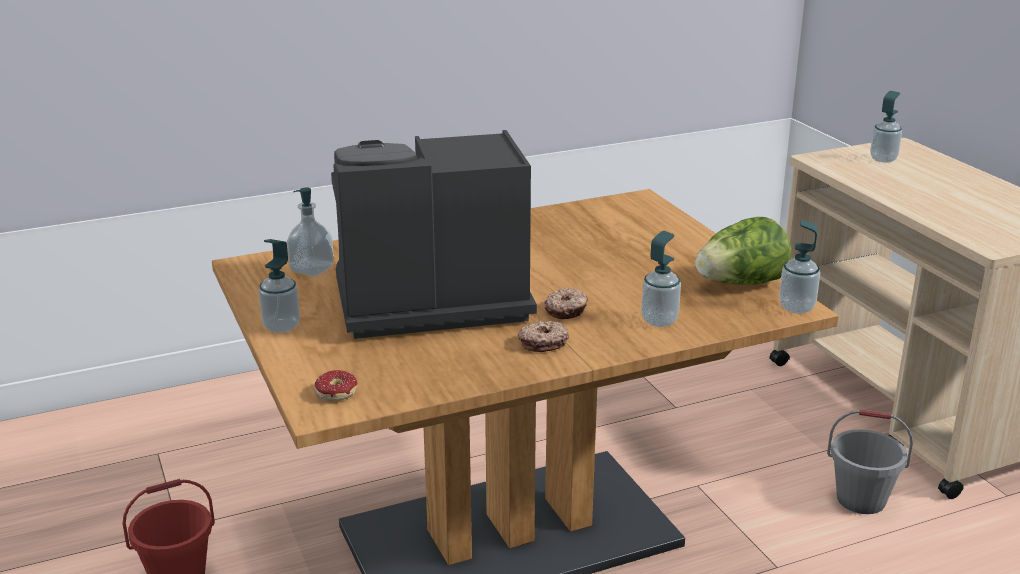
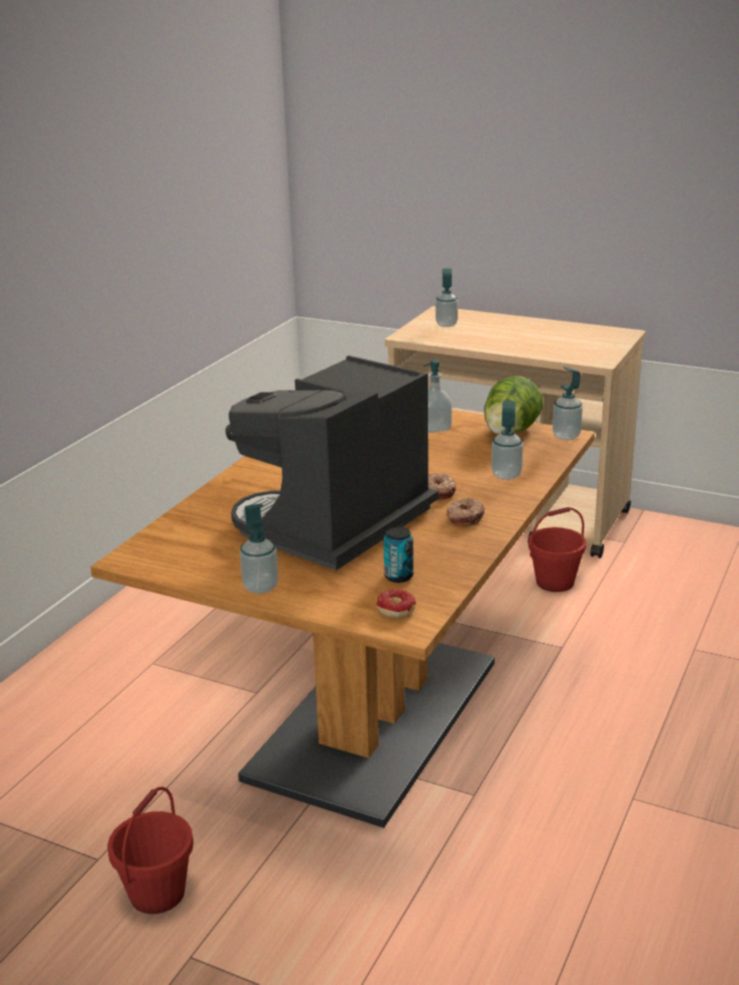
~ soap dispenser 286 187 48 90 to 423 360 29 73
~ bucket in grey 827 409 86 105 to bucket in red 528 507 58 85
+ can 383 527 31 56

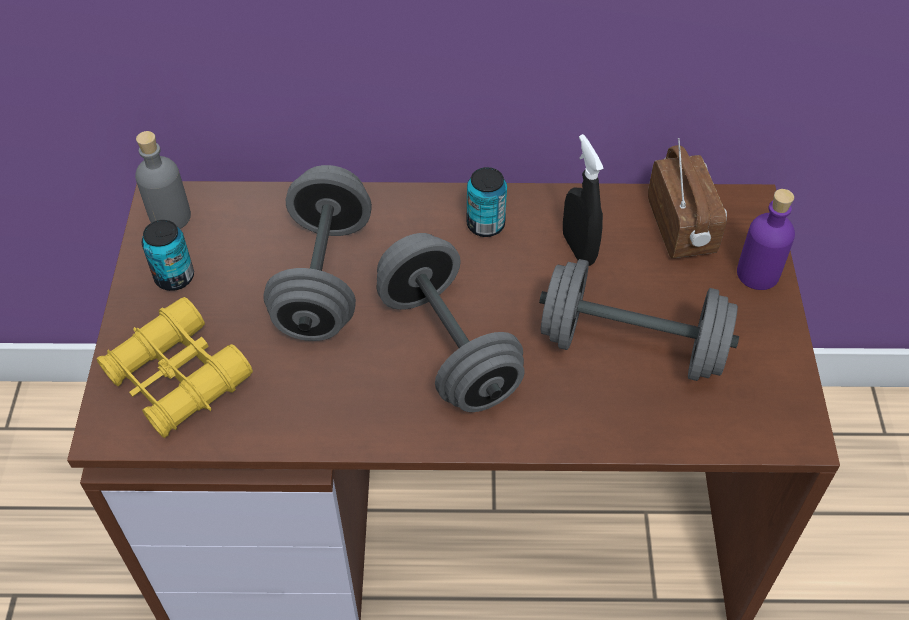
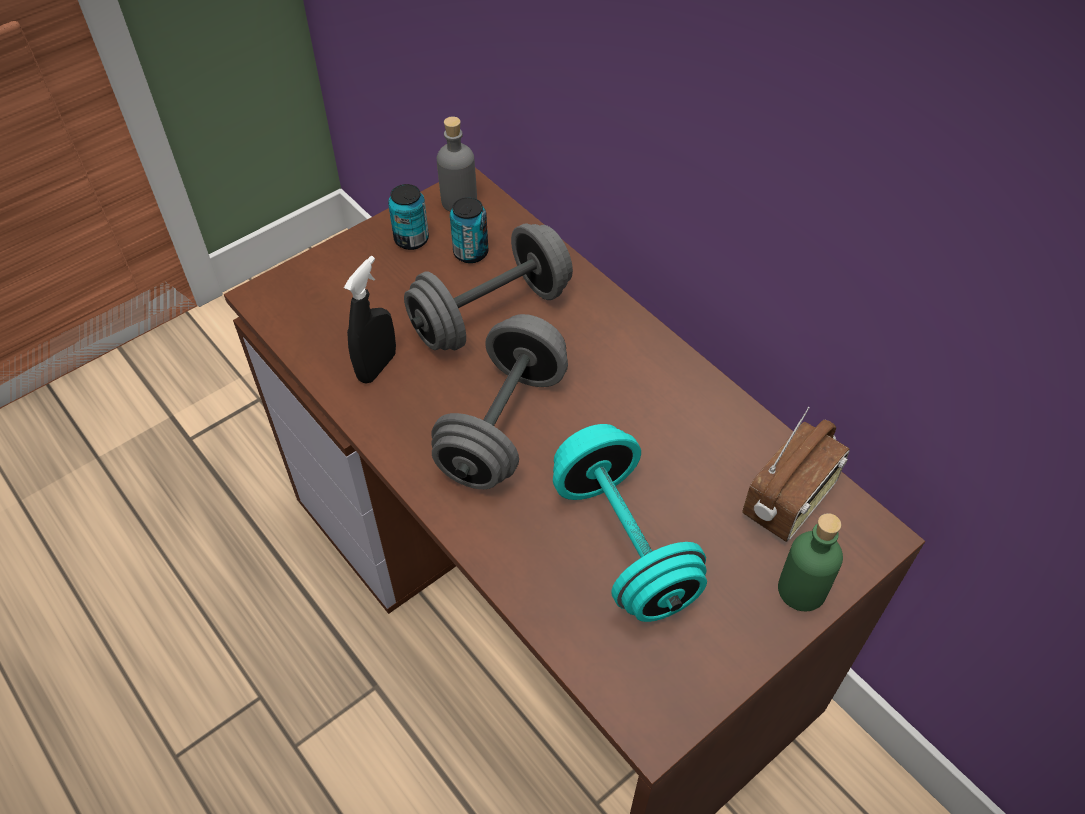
~ spray bottle in black 563 134 41 132 to 344 256 52 128
~ can 467 167 40 70 to 450 197 39 66
~ bottle in purple 737 189 58 101 to bottle in green 778 513 65 98
~ dumbbell in grey 539 259 200 122 to dumbbell in turquoise 553 424 154 198
- binoculars in yellow 97 297 156 141

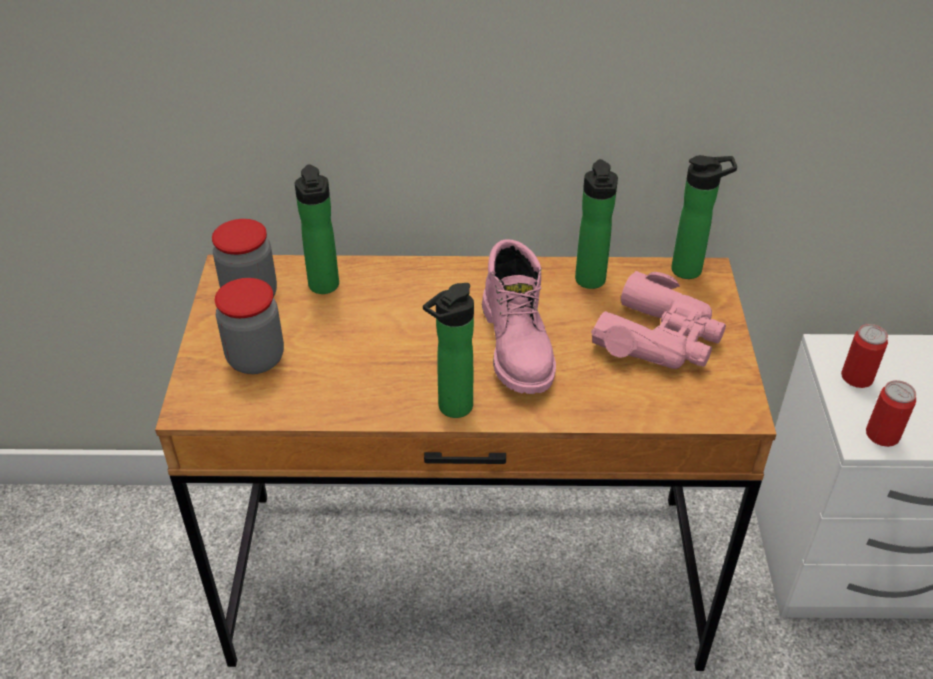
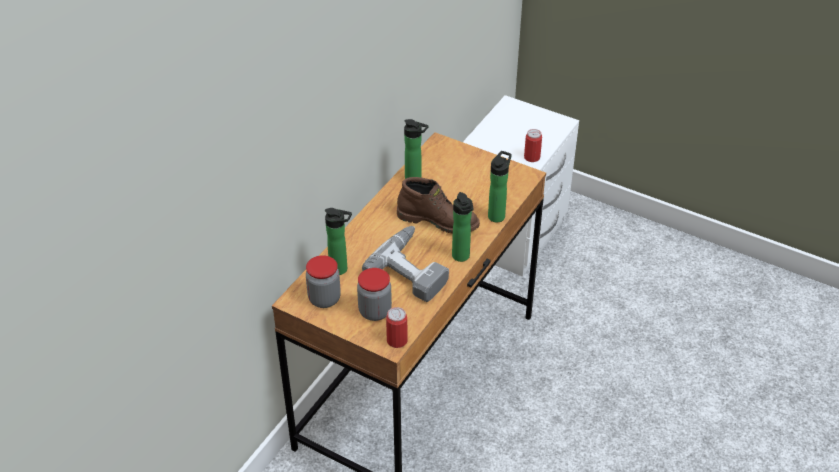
~ bottle 671 155 66 124 to 488 151 24 72
~ boot in pink 482 239 74 155 to boot in brown 397 177 83 57
- binoculars in pink 591 271 135 98
~ can 841 324 47 64 to 386 307 22 41
+ power drill 362 226 87 76

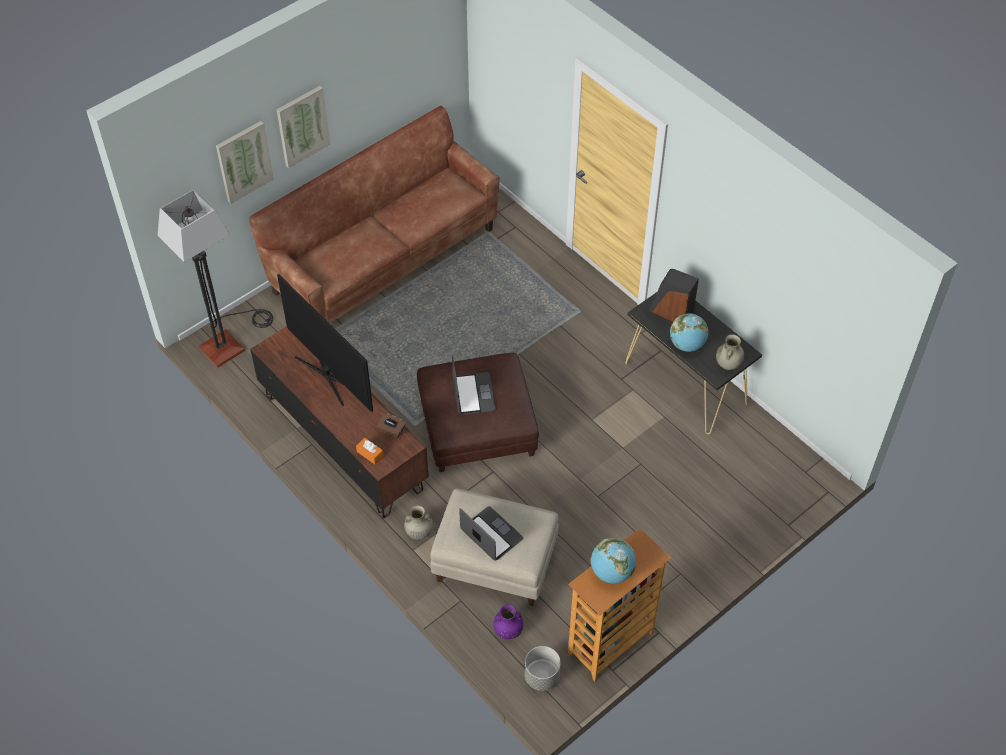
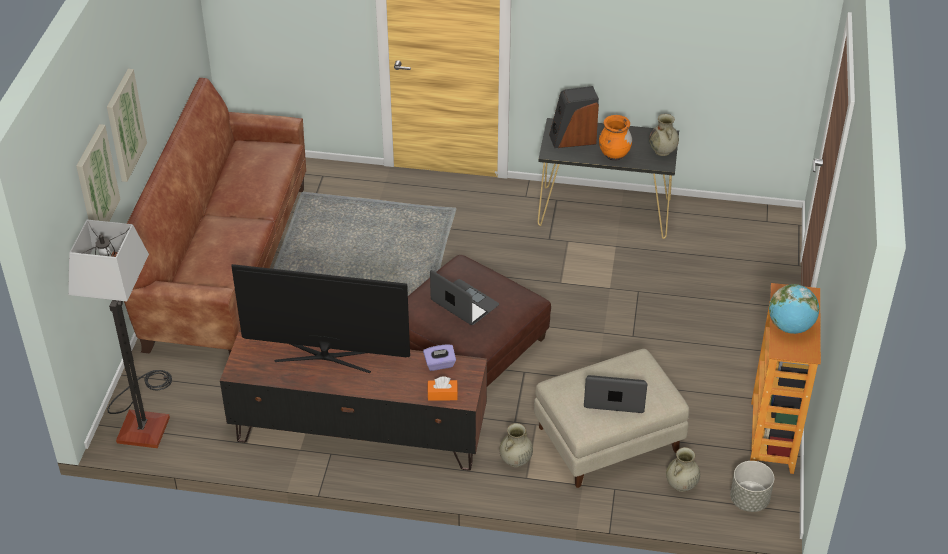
~ globe 670 313 38 39 to vase in orange 599 115 33 46
~ tissue box in brown 377 413 29 25 to tissue box in purple 423 344 33 27
~ vase in purple 493 604 30 35 to vase in beige 666 447 34 45

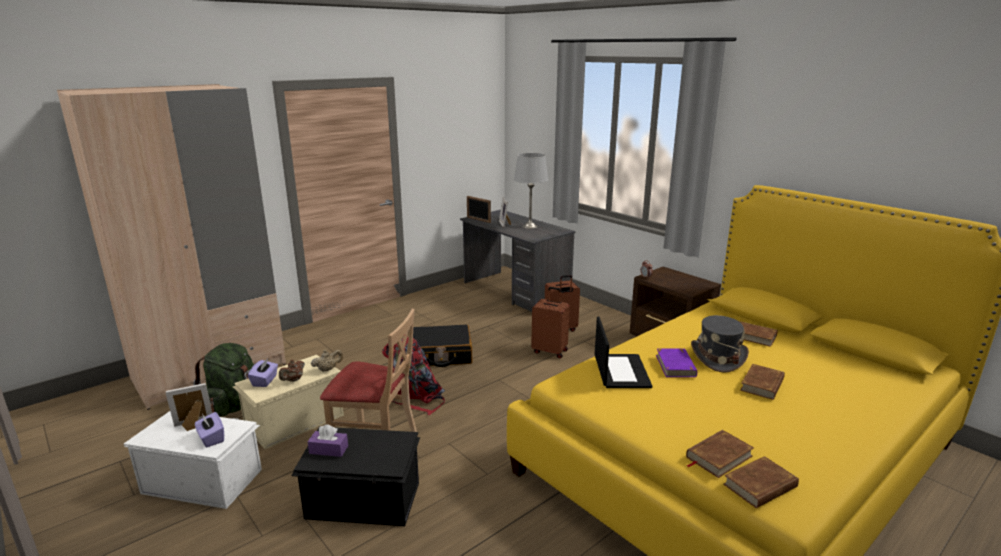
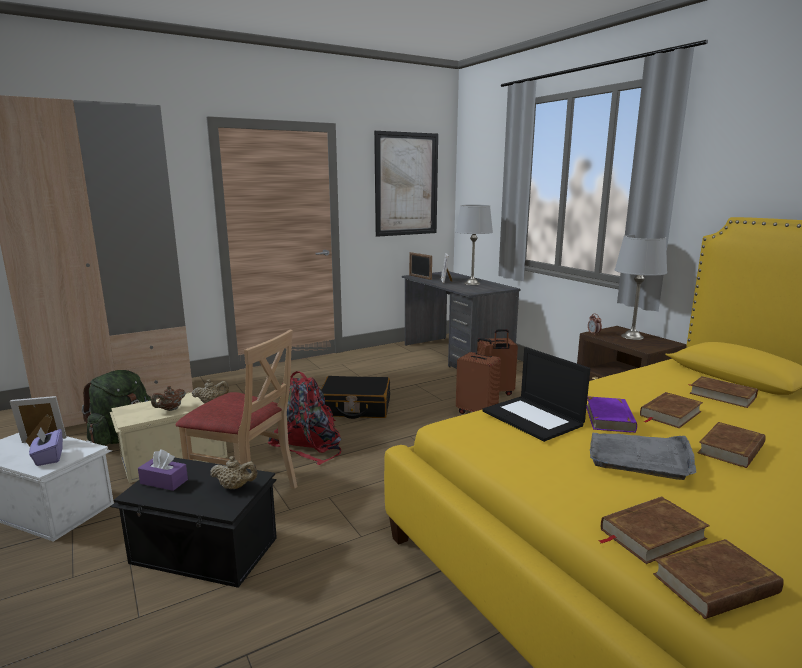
~ hat in grey 691 315 58 57 to book in brown 640 392 63 36
~ laptop 595 317 57 71 = 482 347 108 95 135 degrees clockwise
- tissue box in purple 248 359 30 28
+ picture 374 131 64 106
+ table lamp in grey 615 235 52 105
+ tray in grey 590 433 106 47
+ teapot in beige 210 456 48 33

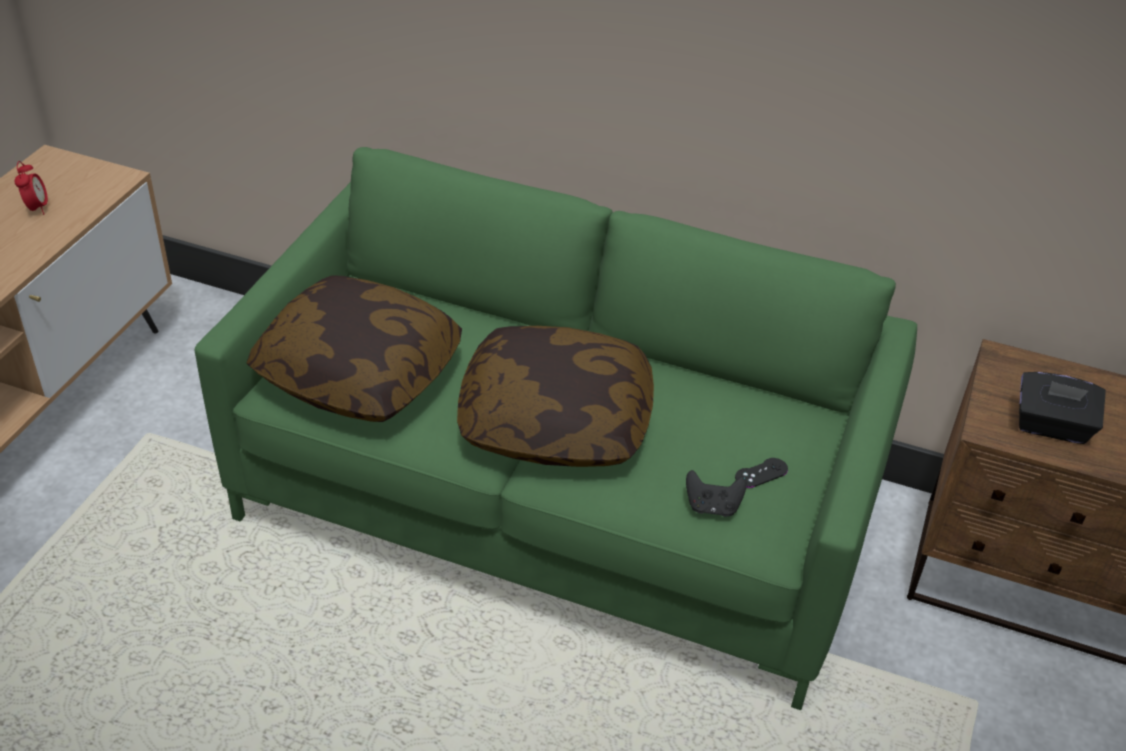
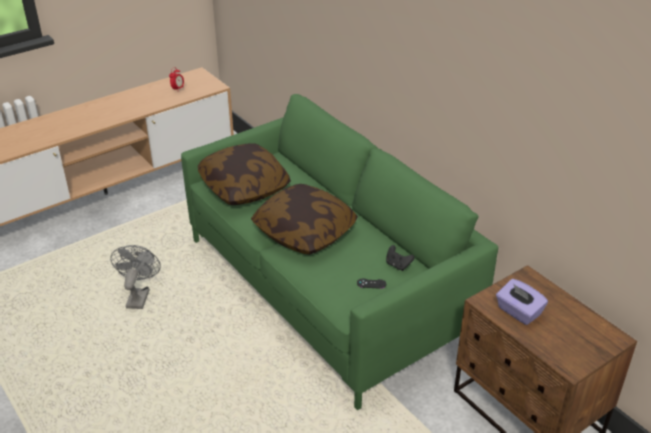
~ tissue box in black 1019 372 87 72 to tissue box in purple 496 279 52 46
~ game controller in black 686 470 61 47 to 386 245 29 26
+ fan in grey 110 245 51 64

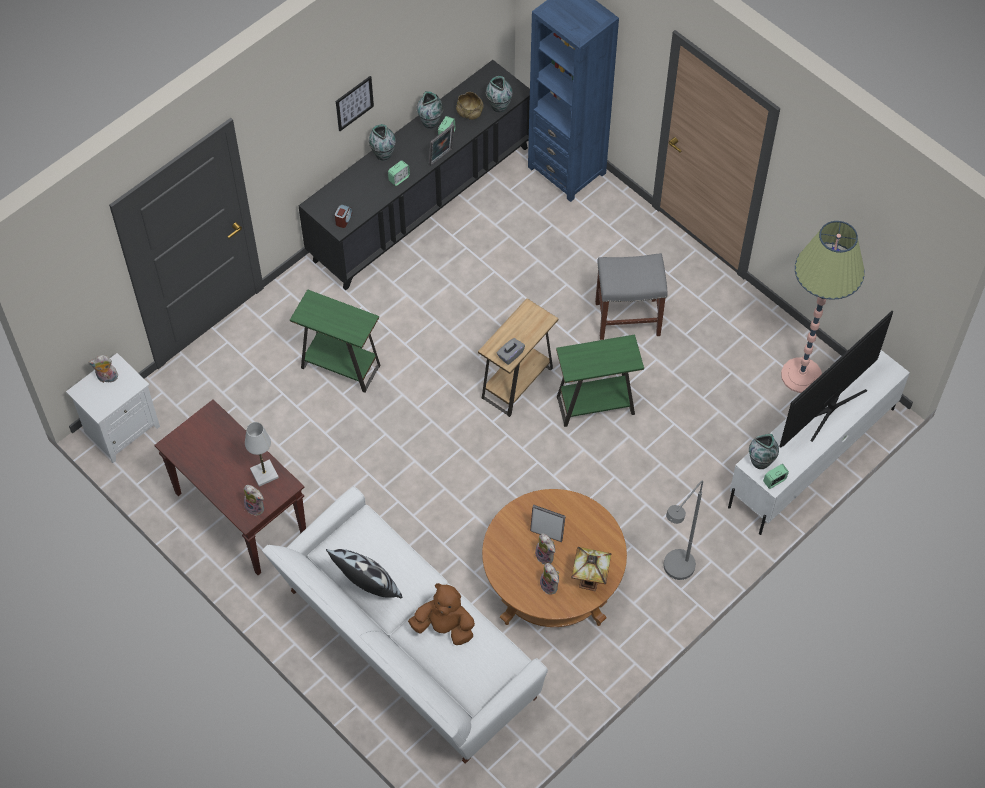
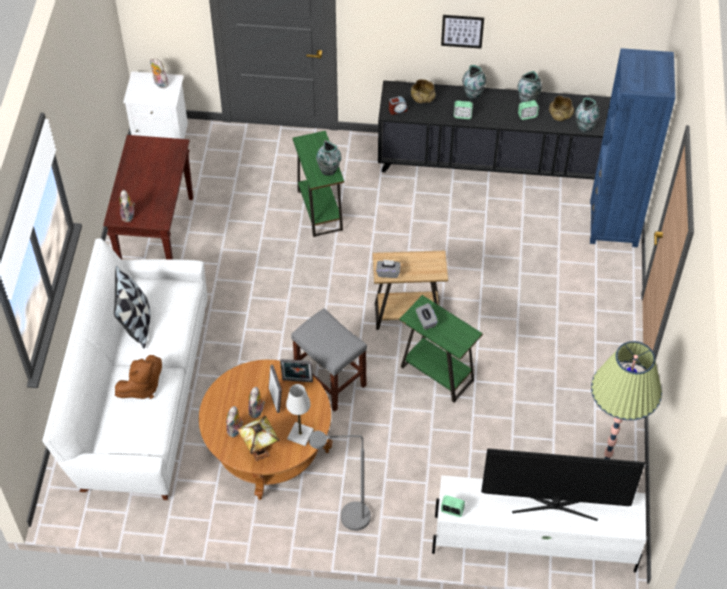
~ picture frame 429 124 25 42 to 280 359 33 23
~ stool in grey 595 253 73 87 to 291 308 76 104
~ table lamp in white 245 422 34 65 to 286 384 28 62
~ vase 749 434 30 35 to 316 140 25 36
~ plush toy in brown 408 583 67 62 = 115 355 47 44 75 degrees clockwise
+ bowl in beige 411 79 25 24
+ tissue box in grey 415 303 23 27

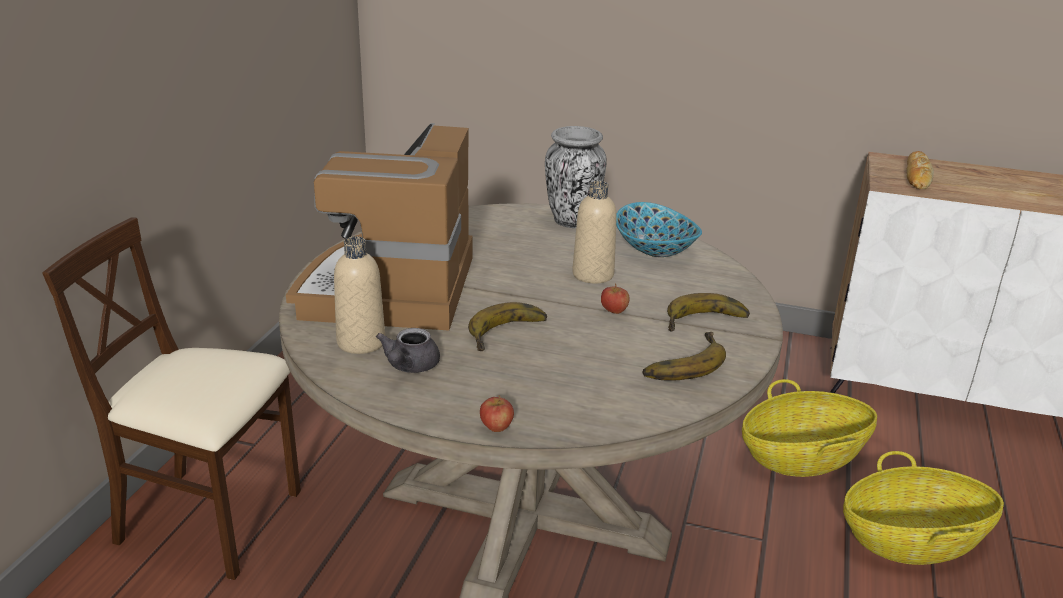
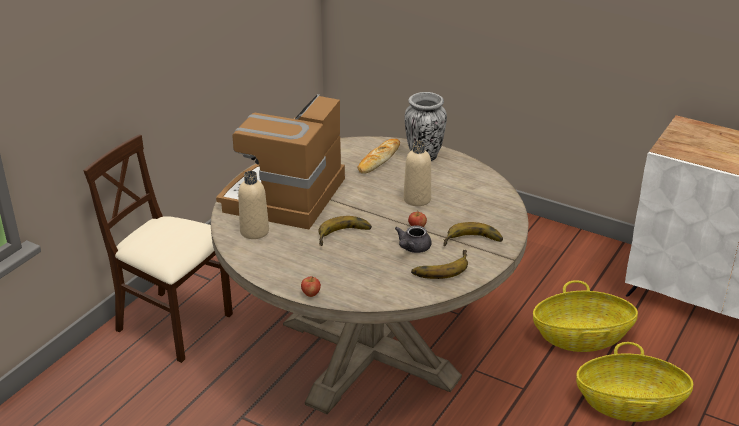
~ bread 906 151 28 38 to 358 139 42 34
- bowl 616 202 86 55
~ teapot in grey 376 328 64 45 to 395 225 36 28

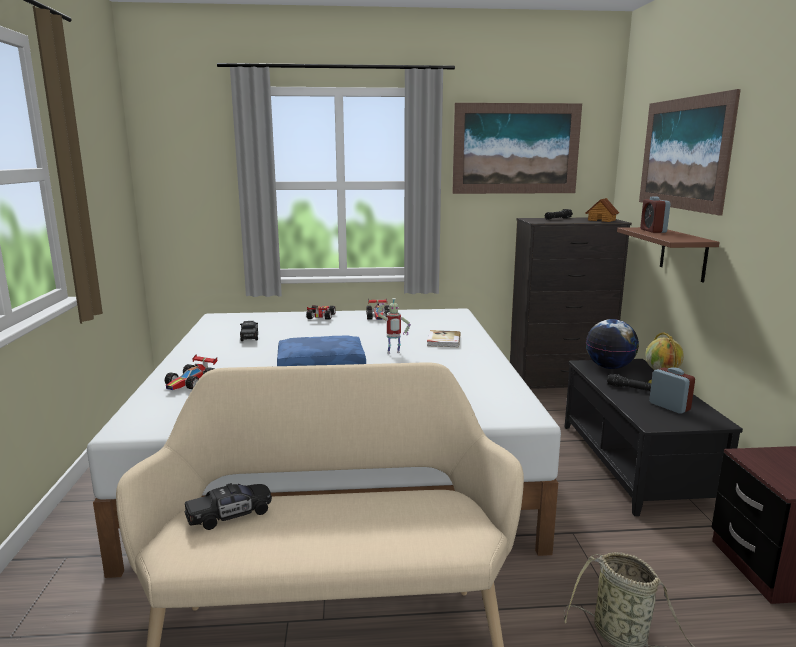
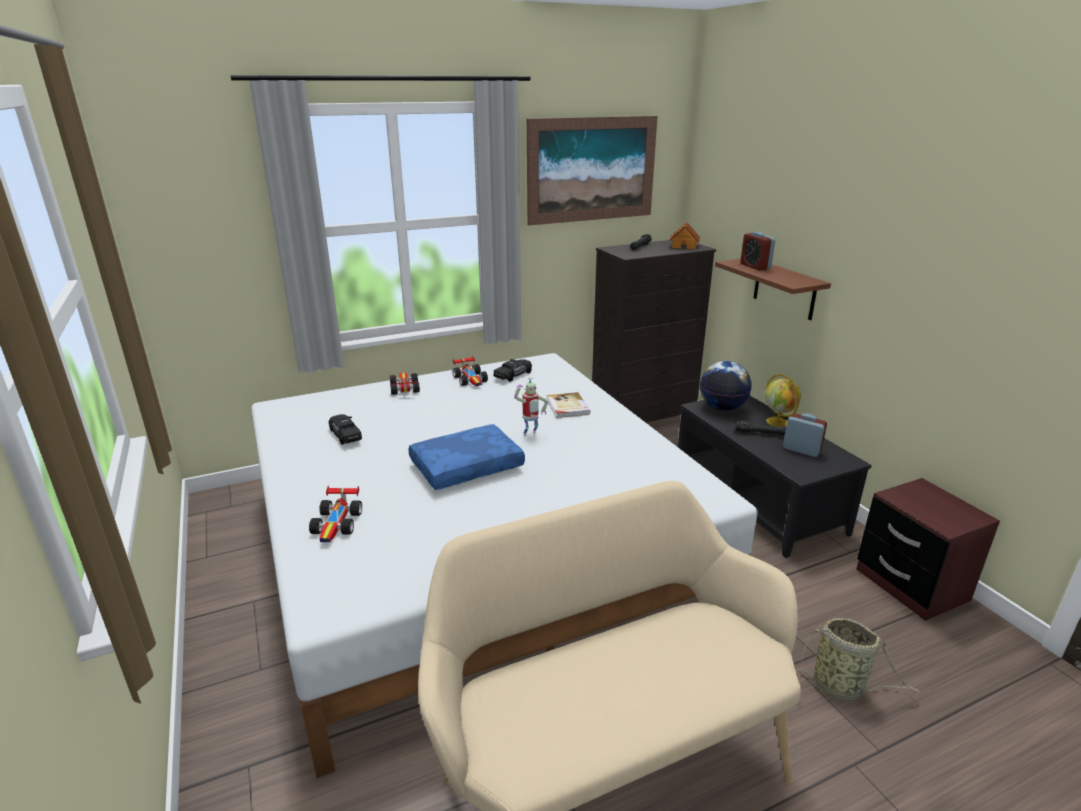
- picture 639 89 102 126
~ toy car in black 185 483 87 47 to 493 359 39 23

